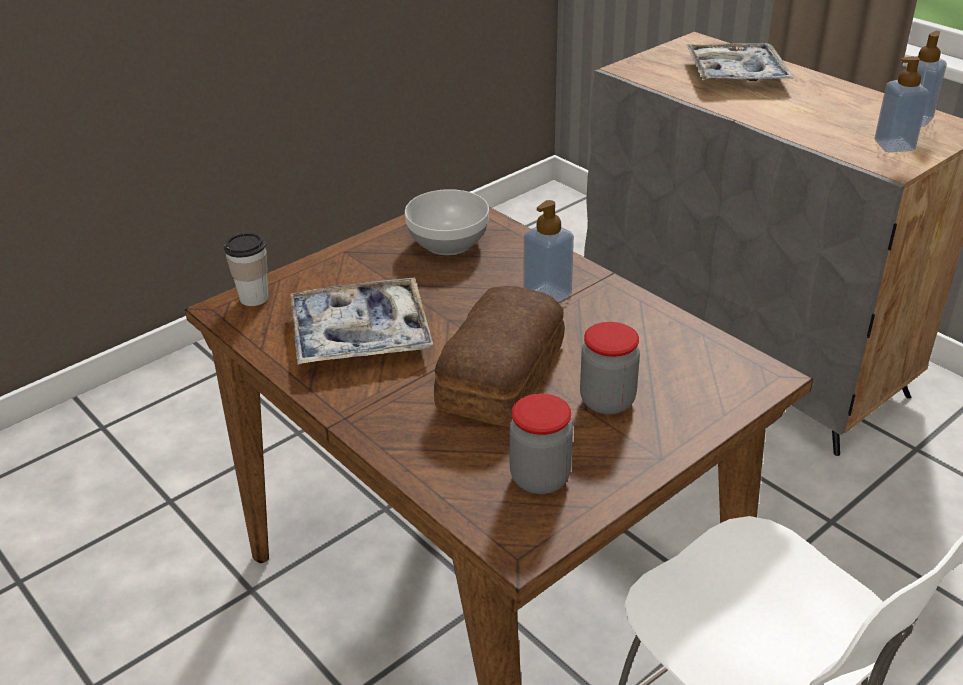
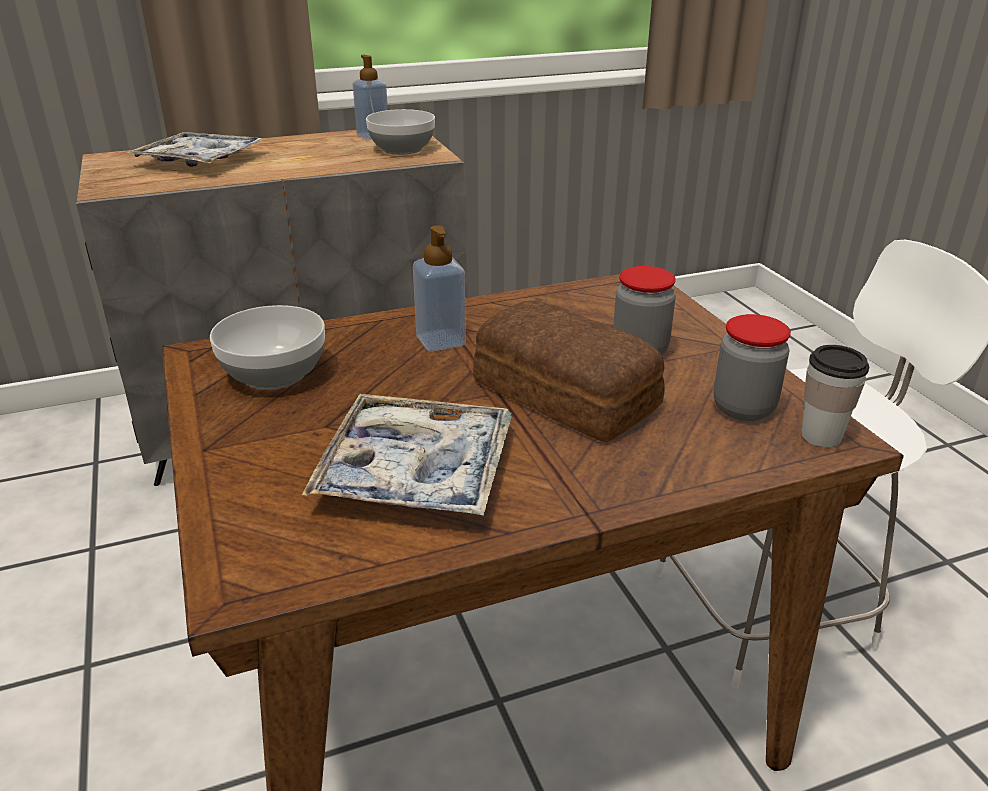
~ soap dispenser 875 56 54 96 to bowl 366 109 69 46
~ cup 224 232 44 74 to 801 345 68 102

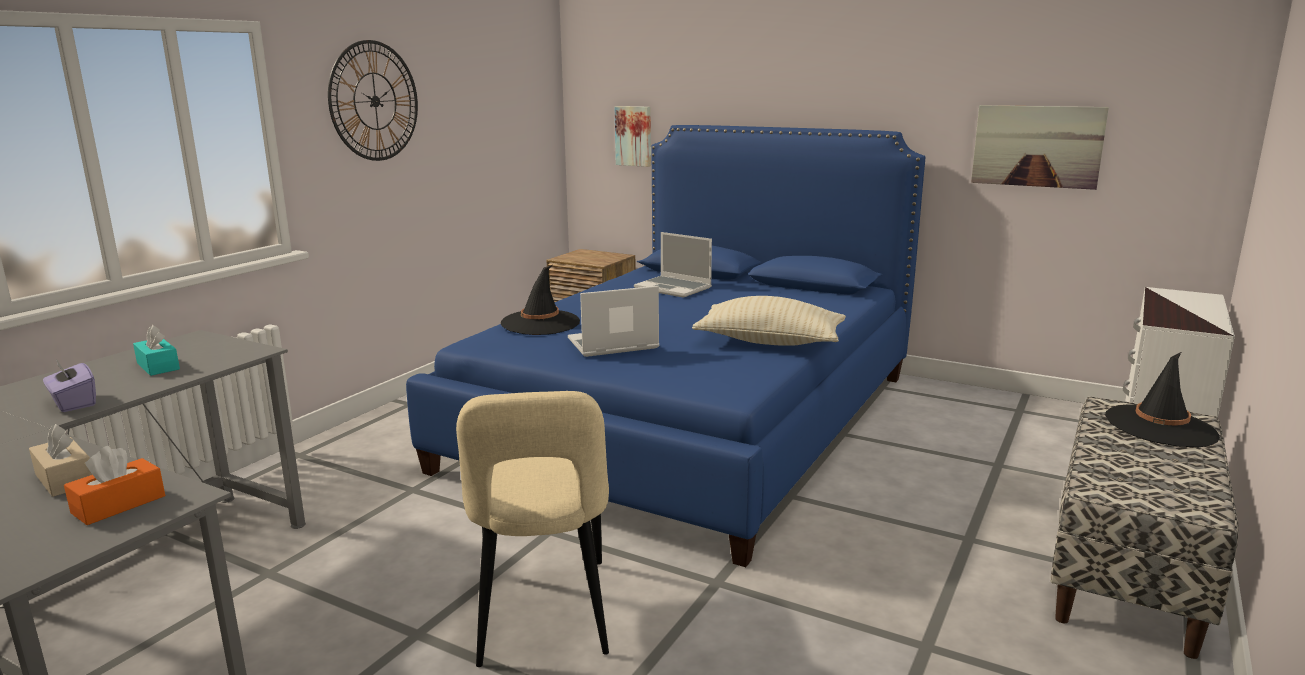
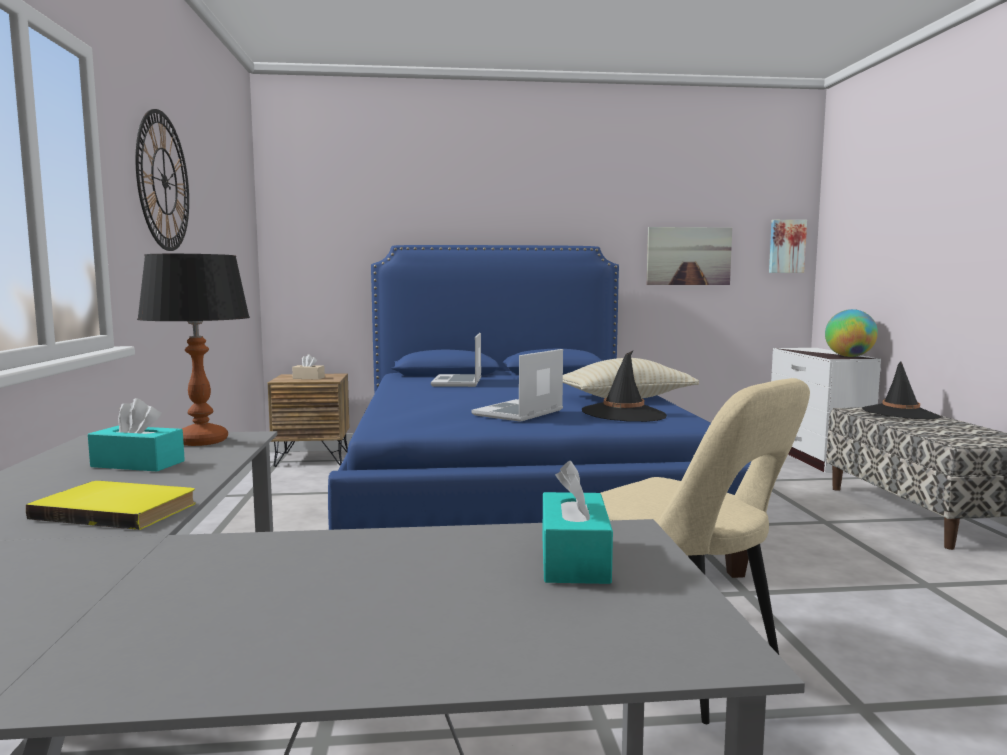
~ picture 615 106 36 61 to 769 220 38 53
~ laptop 634 232 78 66 = 431 333 50 54 90 degrees clockwise
~ hat in black 501 265 79 70 to 582 350 85 72
~ tissue box in purple 43 359 53 53 to book in yellow 26 481 170 49
~ tissue box in beige 29 424 64 73 to 292 354 33 26
~ tissue box in orange 64 446 101 79 to tissue box in turquoise 542 461 71 123
+ table lamp 137 254 113 192
+ globe 825 309 53 48

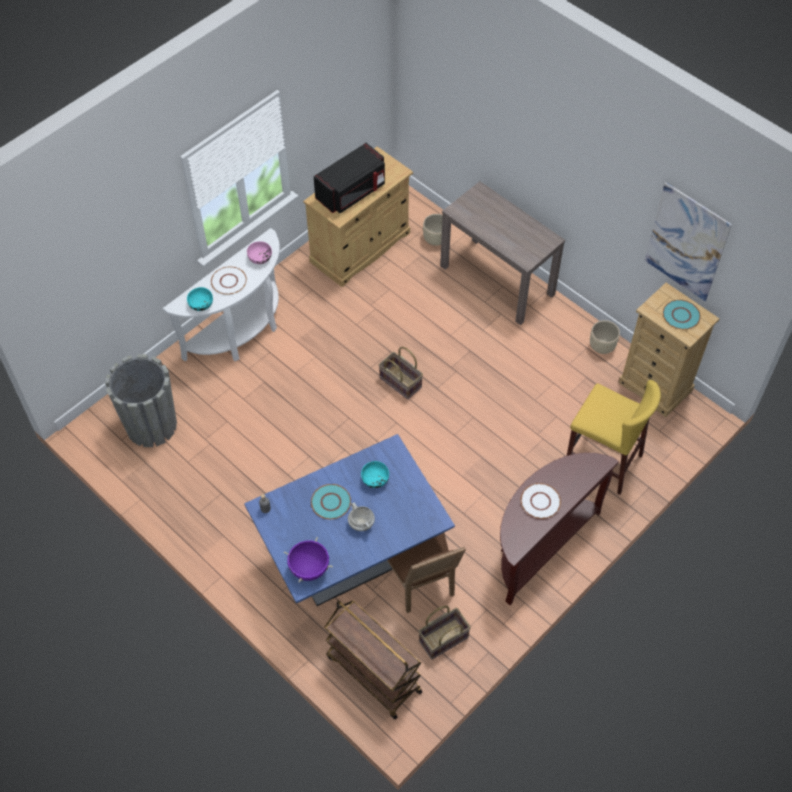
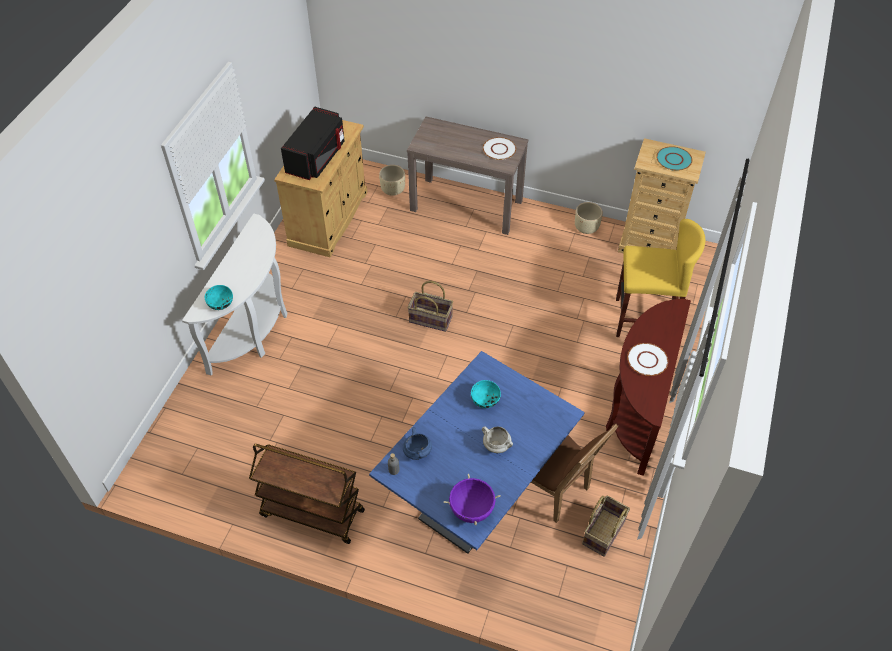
- picture 645 182 87 119
- bowl in pink 247 241 25 23
~ plate in white 211 266 36 29 to 483 137 33 23
- planter in grey 105 354 72 93
- plate in turquoise 311 484 40 35
~ cart in brown 324 601 98 118 to 249 444 116 100
+ cooking pot in blue 403 427 29 33

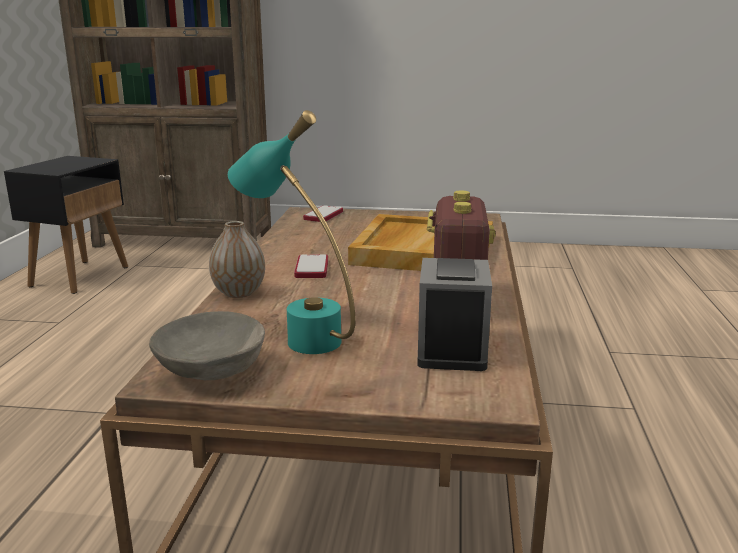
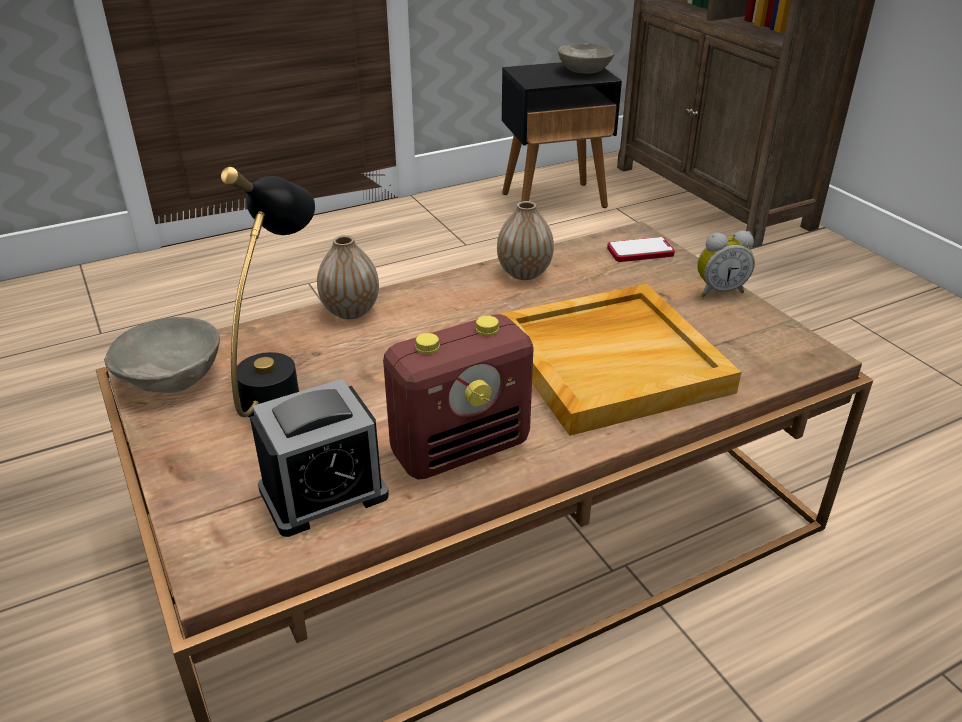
~ table lamp in turquoise 228 110 127 244 to table lamp in black 221 167 94 250
- phone 294 254 34 24
+ bowl in grey 558 43 56 31
+ vase 497 201 57 79
+ alarm clock 697 231 58 66

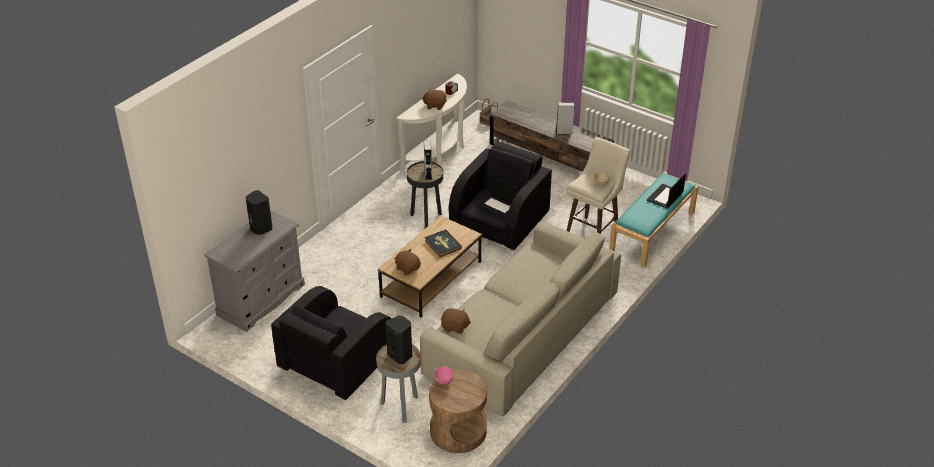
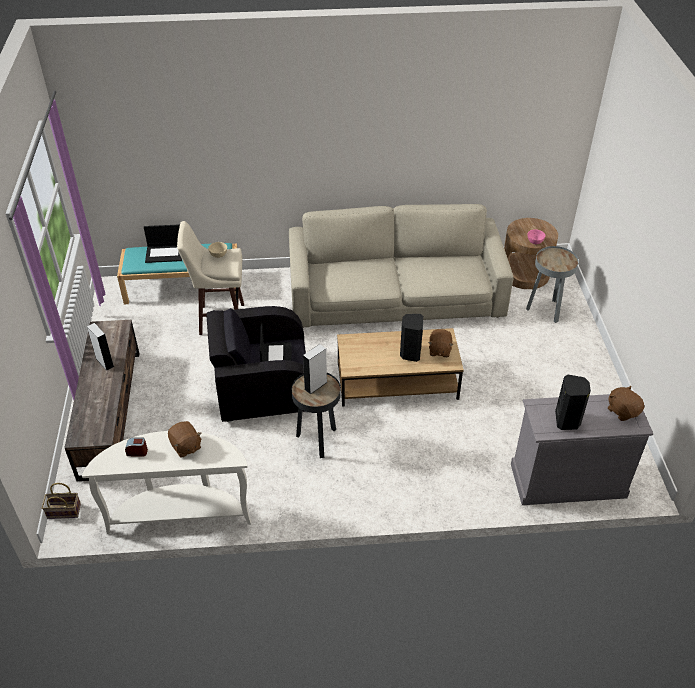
- book 425 229 37 28
- armchair in black 271 286 121 114
~ plush toy in brown 441 308 30 26 to 608 386 36 35
~ speaker in black 386 316 26 48 to 400 314 23 48

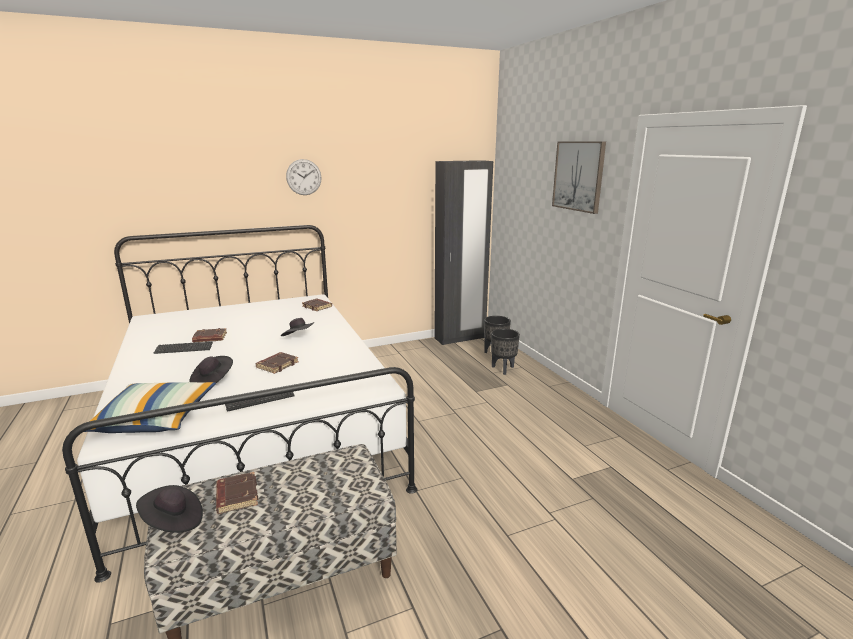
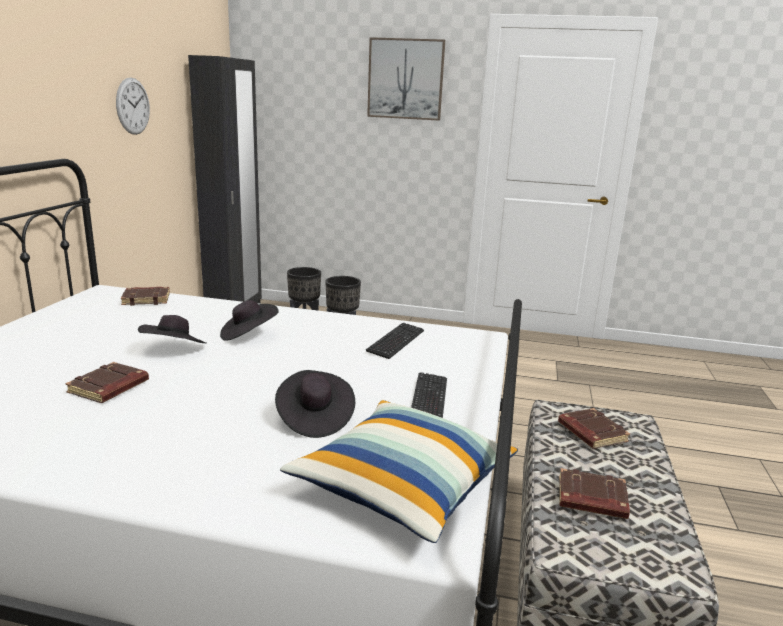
~ wall clock 286 159 35 36 to 116 77 34 58
~ keyboard 154 341 59 13 to 366 323 58 36
~ book in brown 256 352 43 22 to 558 408 72 41
~ hat in black 136 485 67 48 to 138 315 69 29

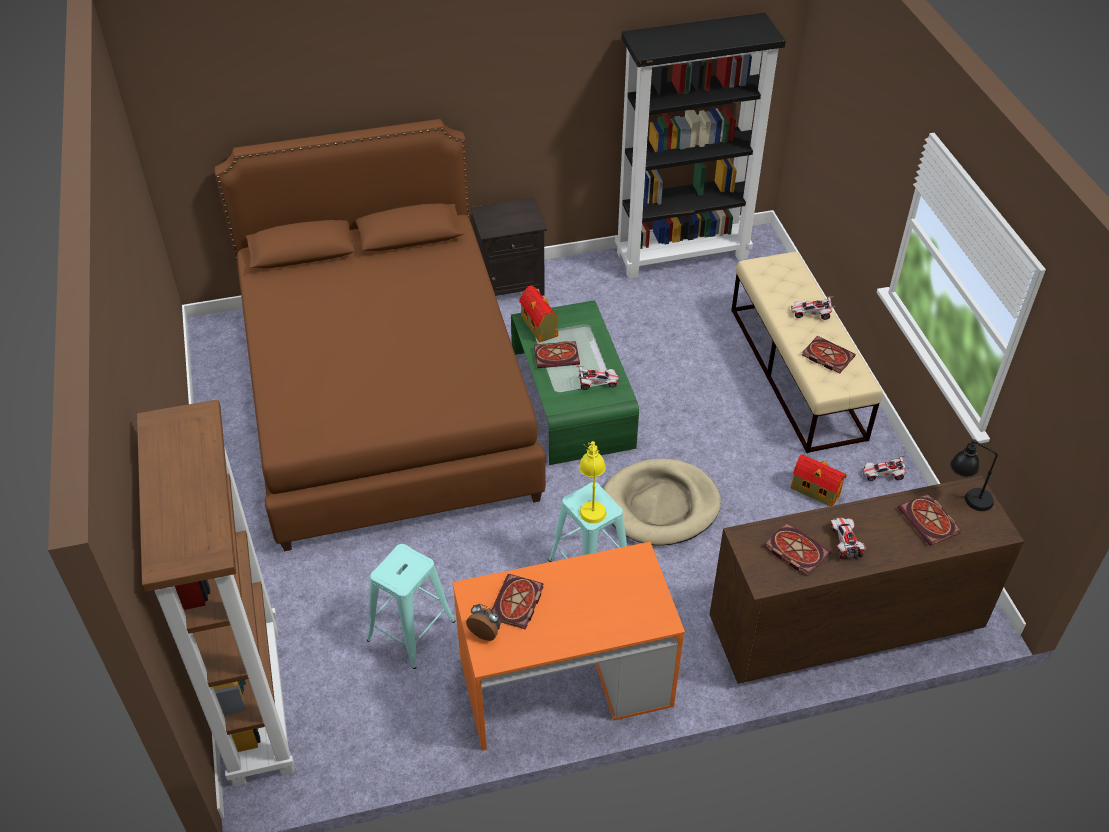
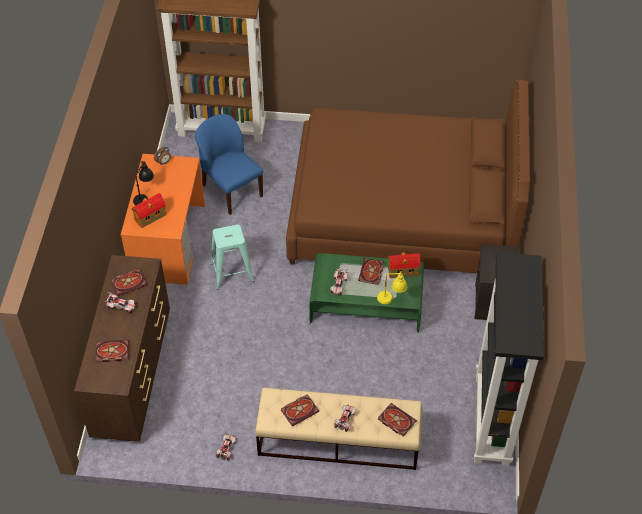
~ table lamp in black 950 439 48 72 to 133 161 21 44
~ table lamp in yellow 579 441 27 82 to 377 271 30 33
~ toy house 791 454 56 52 to 132 193 35 35
- dog bed in beige 603 458 118 88
~ stool in turquoise 367 544 88 125 to chair in blue 195 114 68 101
~ book 492 574 52 55 to 378 403 39 34

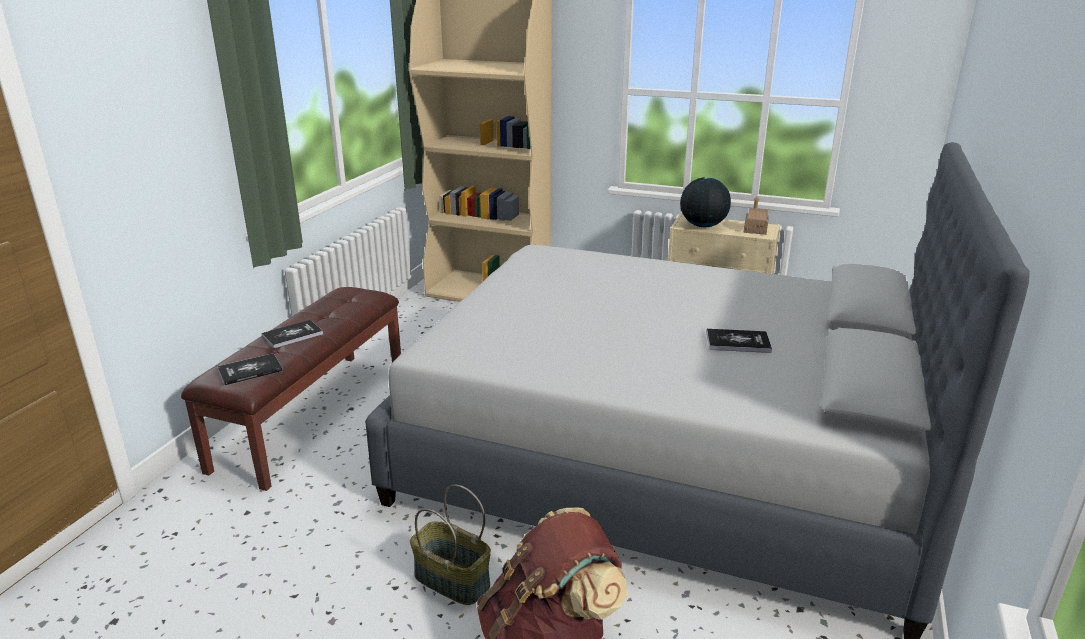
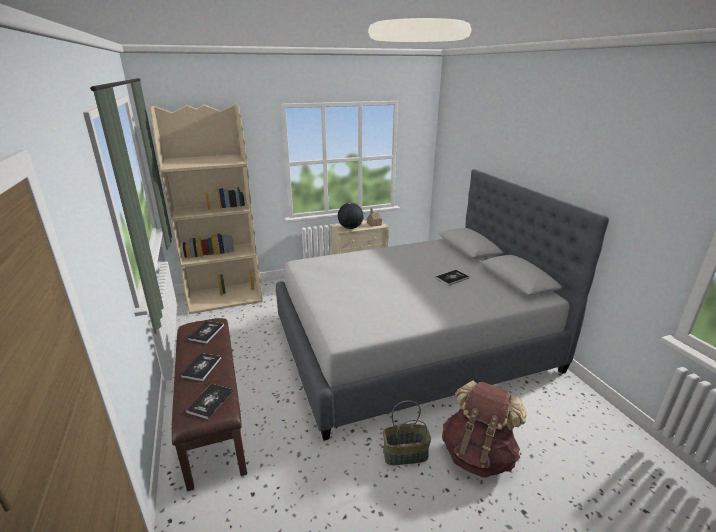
+ book 188 321 36 22

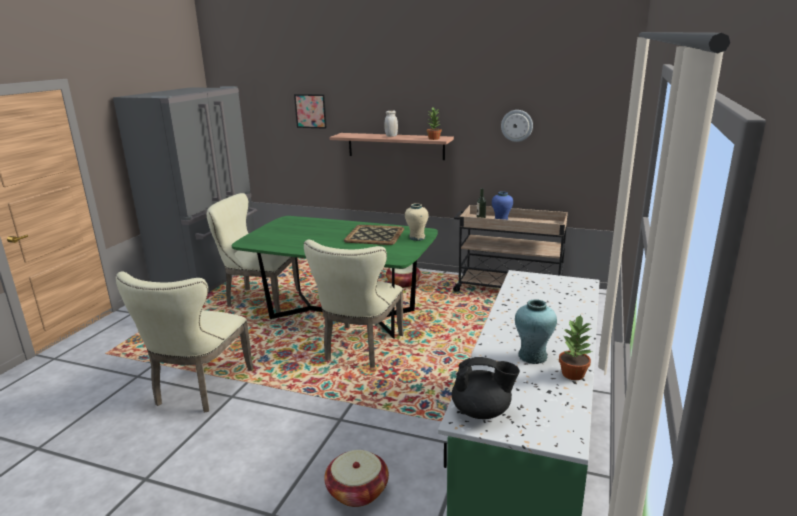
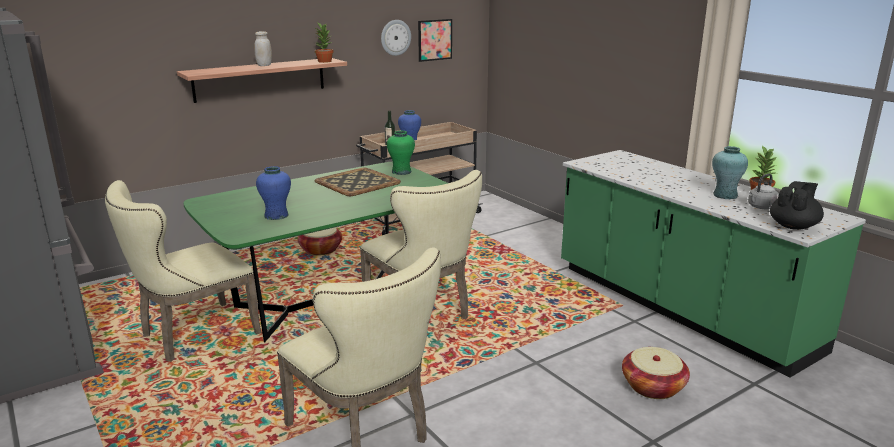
~ picture 294 94 33 35 to 418 19 34 43
~ vase in beige 405 203 24 38 to vase in green 387 131 28 44
+ vase in blue 256 166 35 54
+ kettle in grey 748 174 31 35

